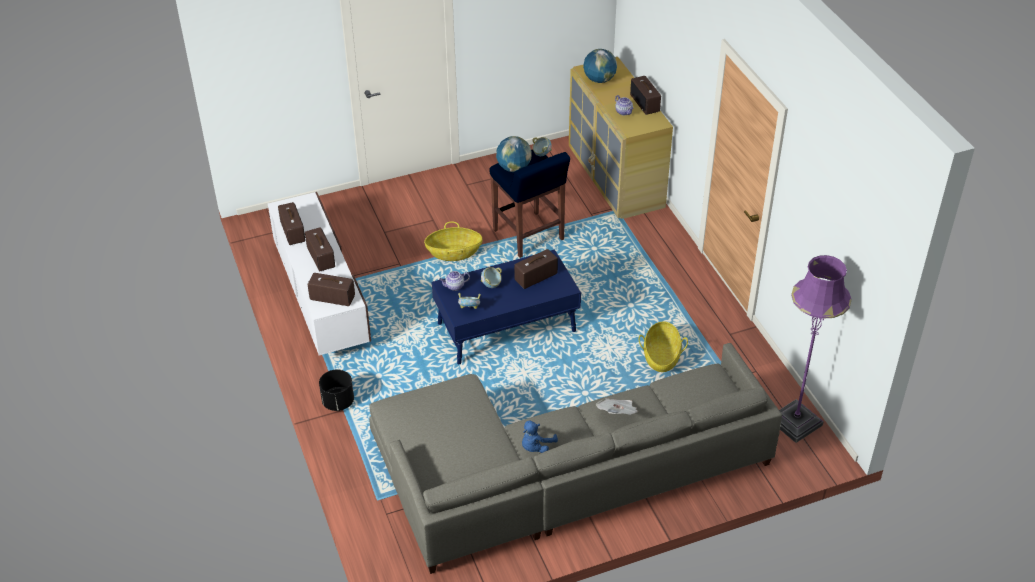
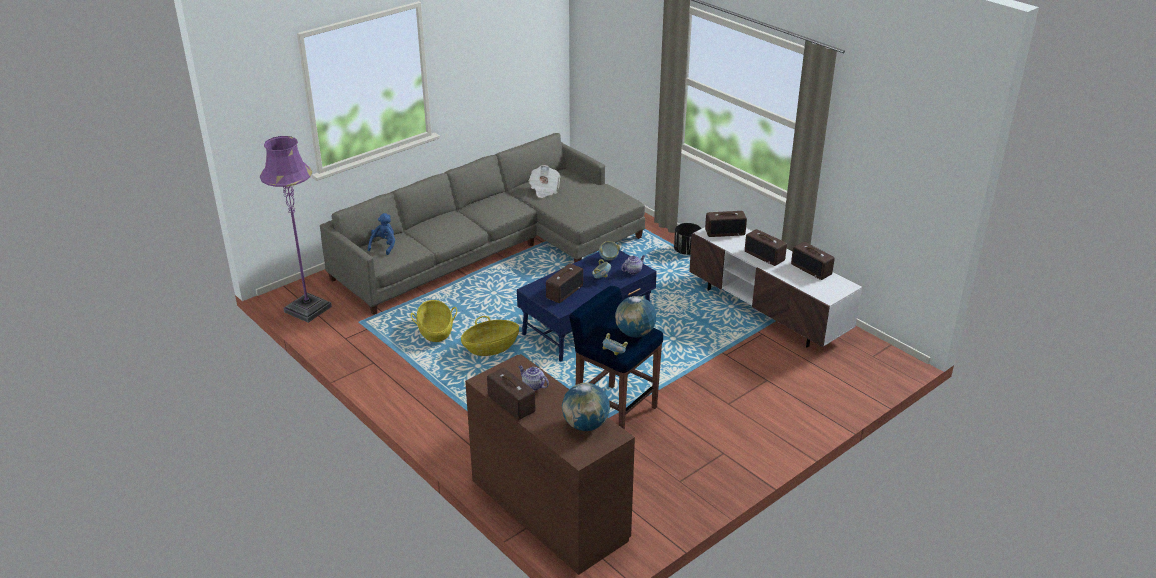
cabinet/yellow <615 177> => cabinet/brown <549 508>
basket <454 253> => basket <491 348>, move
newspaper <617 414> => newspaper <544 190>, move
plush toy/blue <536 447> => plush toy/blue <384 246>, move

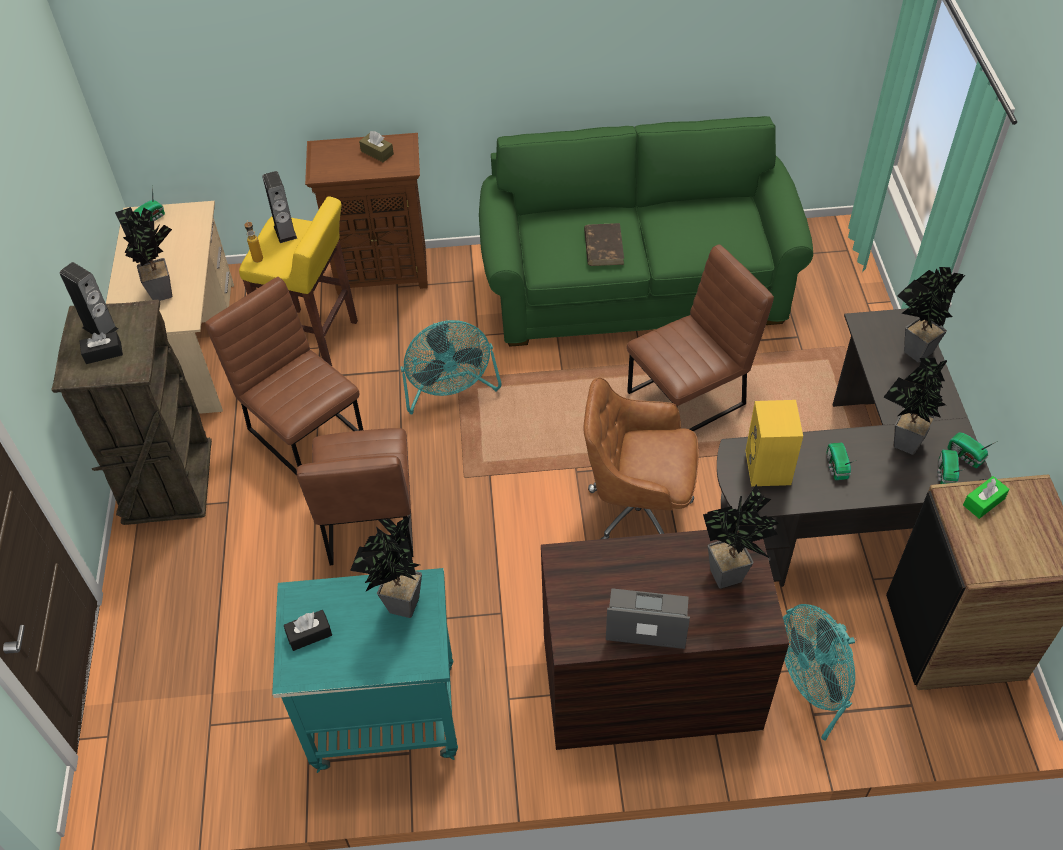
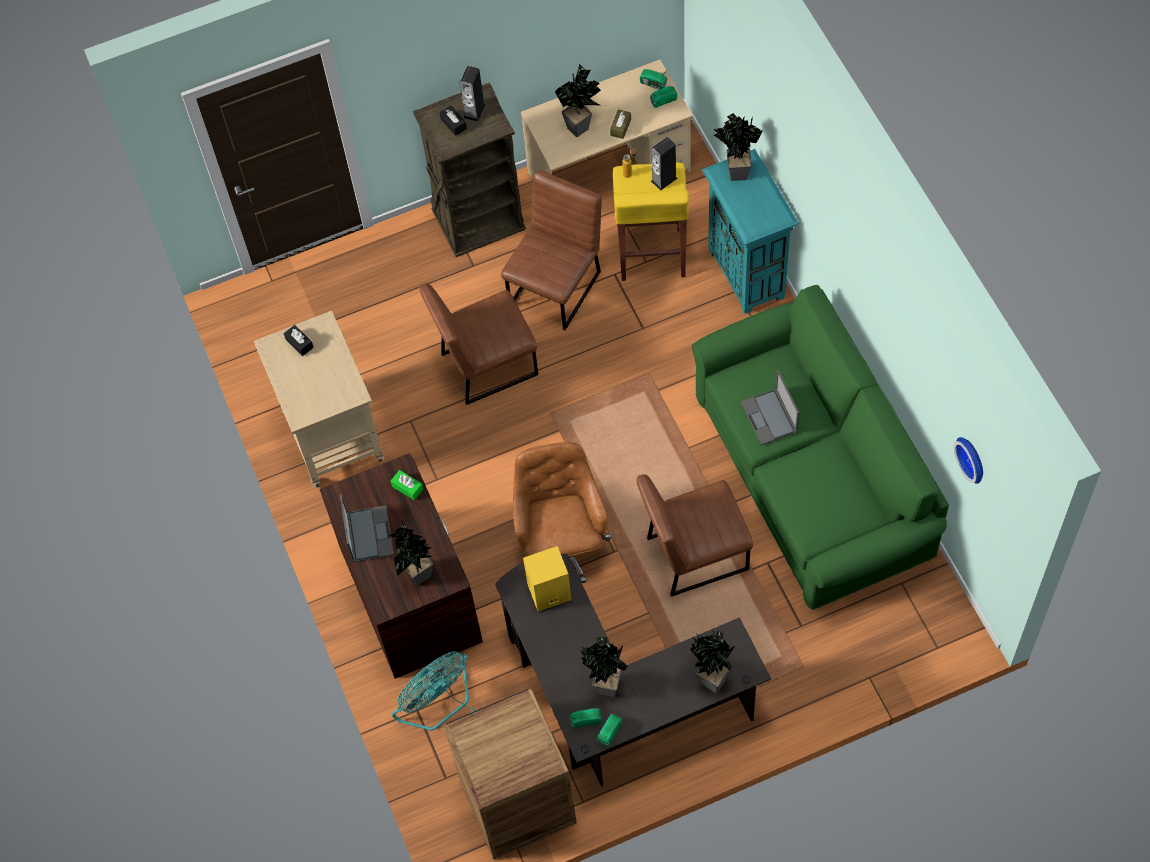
tissue box/brown <377 153> => tissue box/brown <620 127>, move
cabinet/brown <383 274> => cabinet/turquoise <747 275>
book/brown <603 247> => laptop <769 417>
chair/brown <689 397> => chair/brown <694 554>, 120 degrees clockwise
fan/turquoise <445 389> => nothing
radio <836 467> => radio <662 100>, move
tissue box/green <983 502> => tissue box/green <407 487>, move
potted plant <399 608> => potted plant <734 172>, move
cart/turquoise <383 717> => cart/beige <332 434>
nothing => wall clock <973 458>

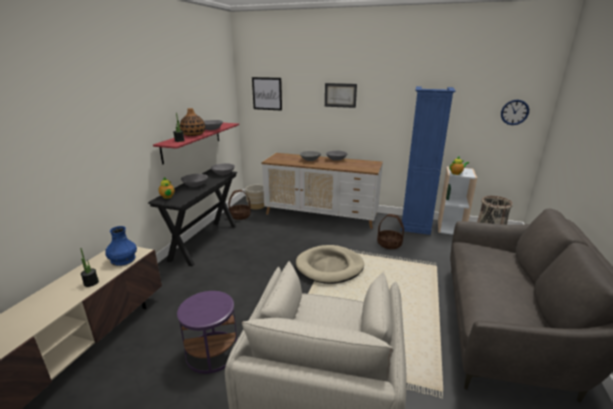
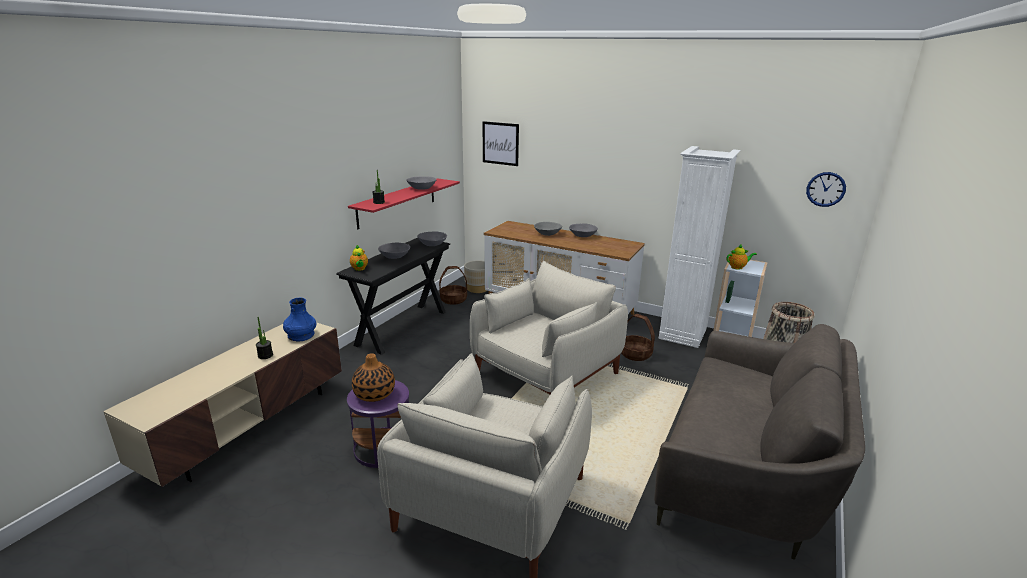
picture <340 95> => nothing
cabinet/blue <416 225> => cabinet/white <683 334>
vase <193 134> => vase <374 394>, move
dog bed/beige <329 267> => armchair/beige <546 373>

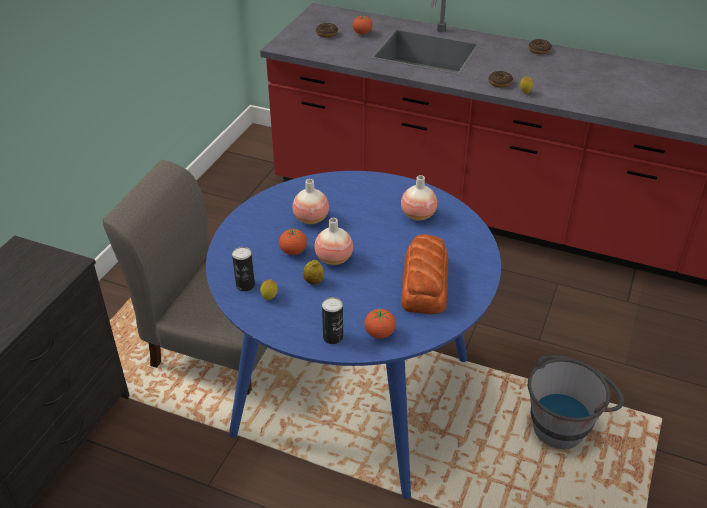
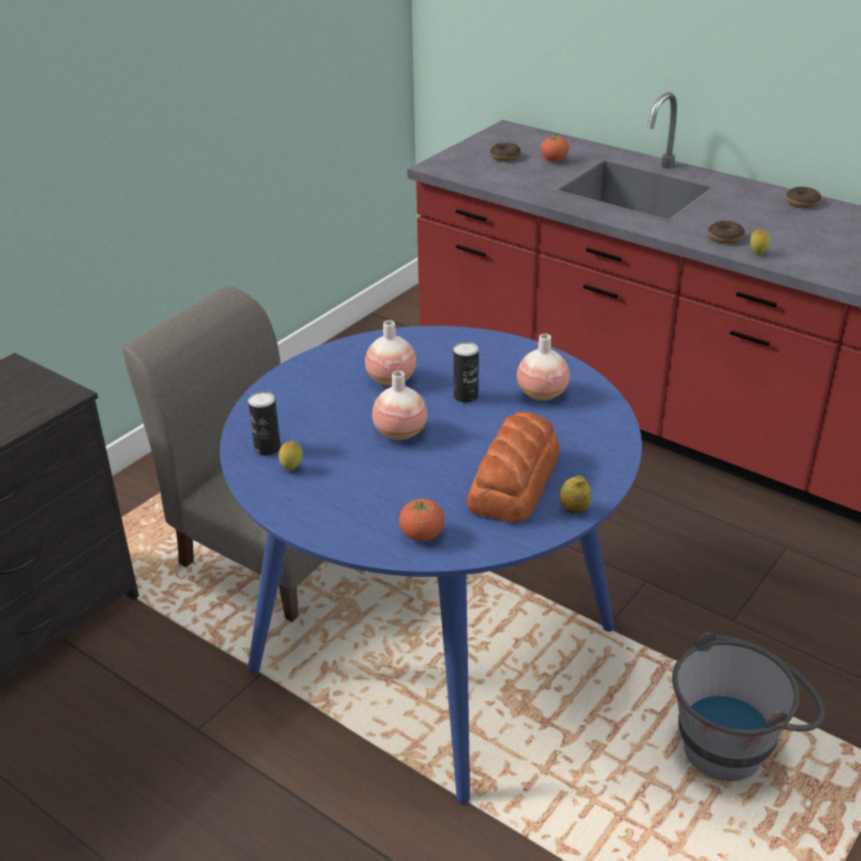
tomato <293 251> => nothing
lemon <313 281> => lemon <574 510>, move
can <333 337> => can <465 396>, move

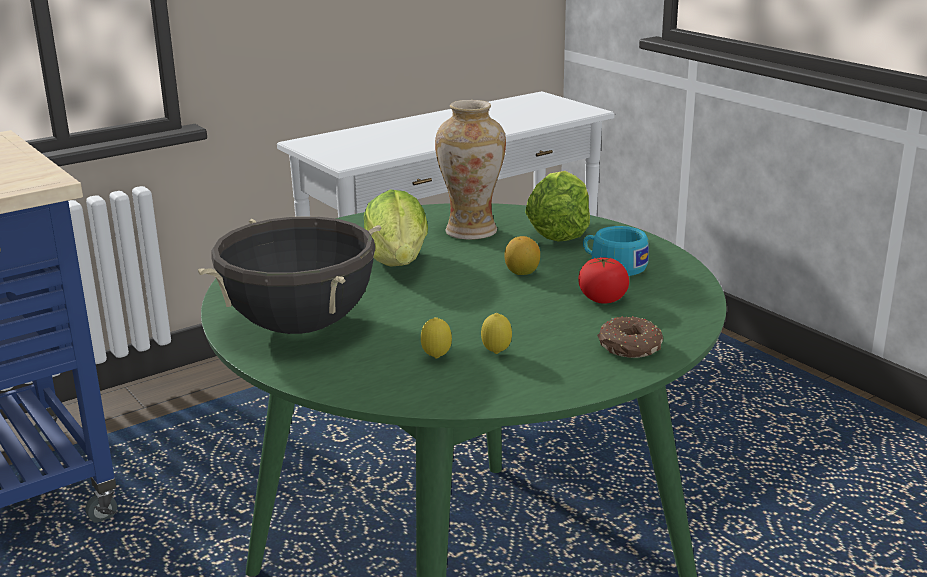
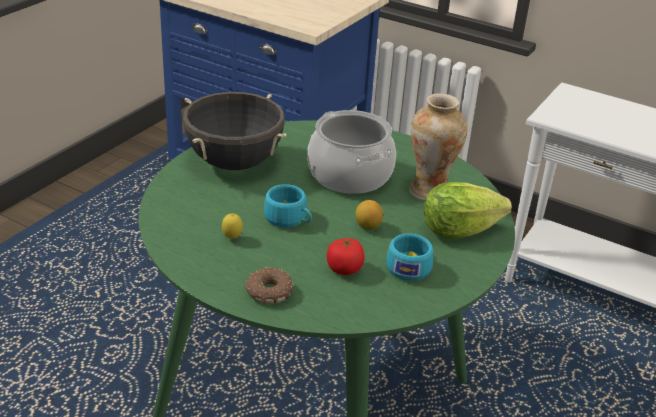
lettuce <398 262> => cooking pot <350 175>
lemon <436 358> => nothing
nothing => cup/turquoise <289 219>

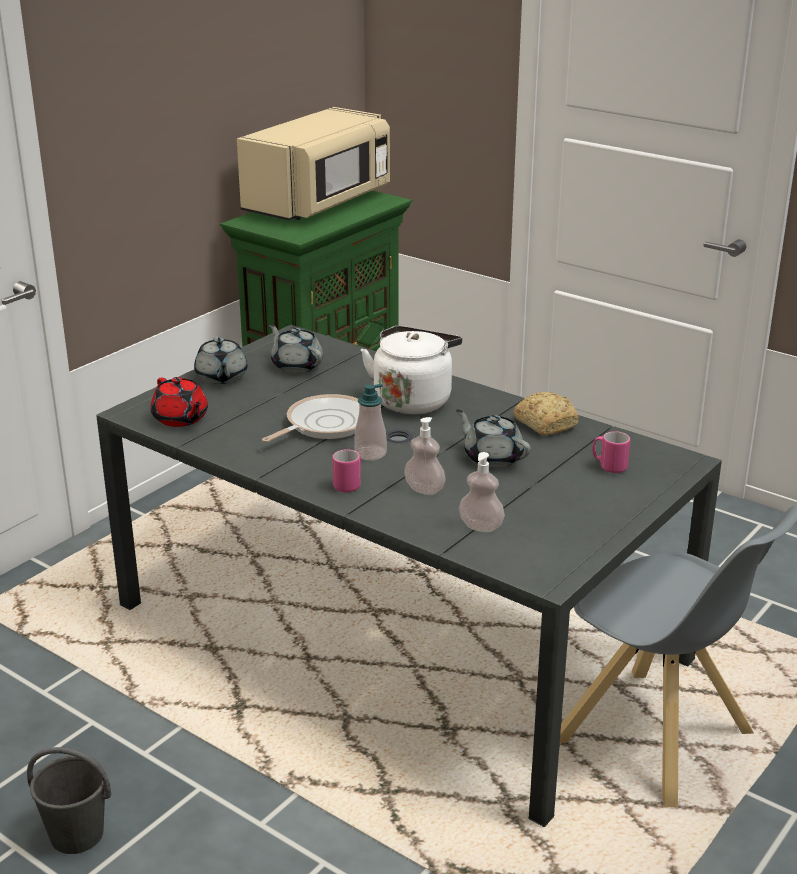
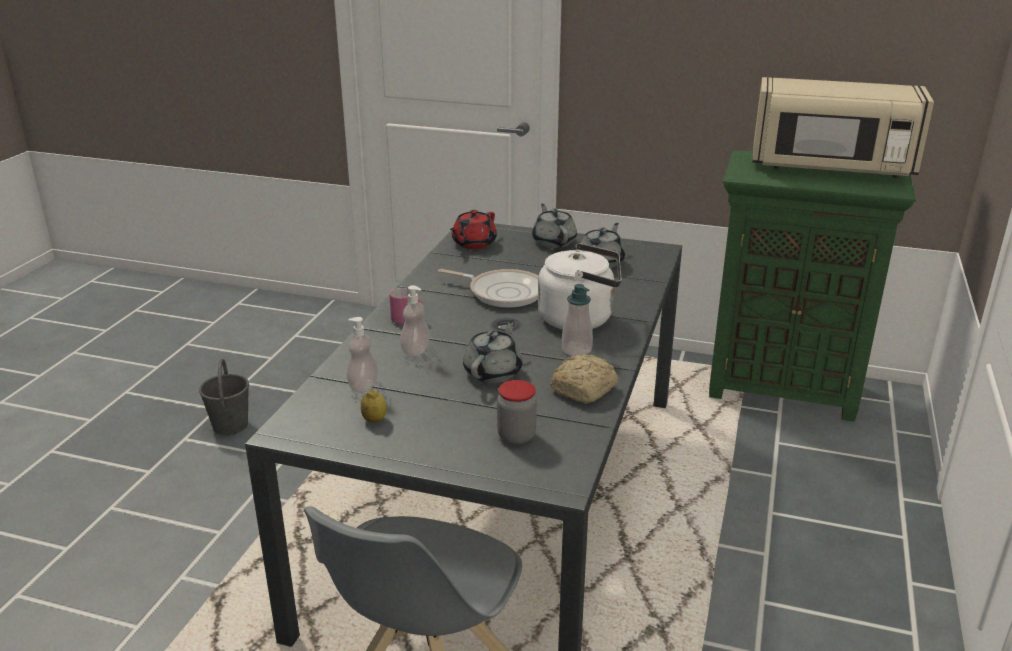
teapot/grey <221 377> => teapot/grey <554 241>, 105 degrees clockwise
soap dispenser <370 454> => soap dispenser <576 350>, move
mug/pink <608 466> => jar <516 436>
nothing => lemon <374 420>

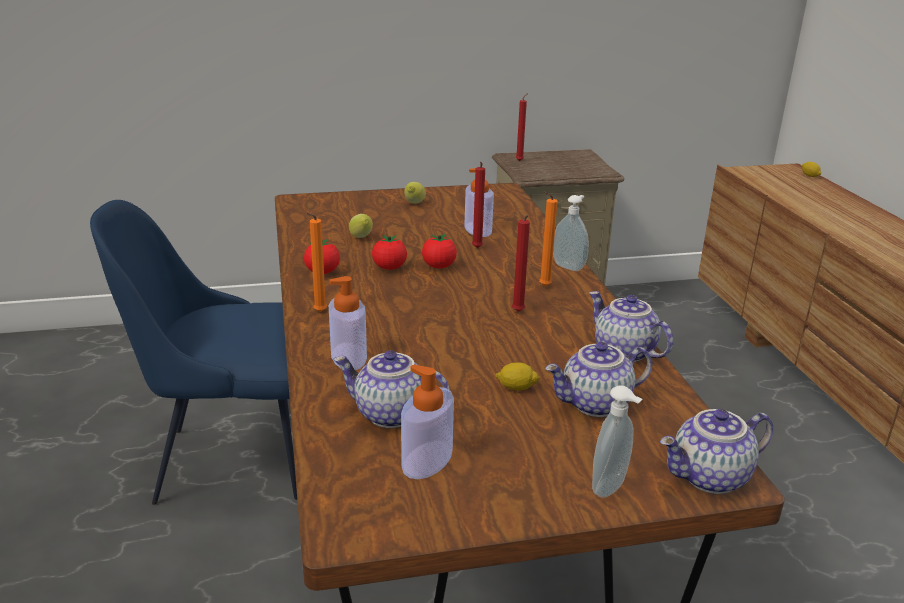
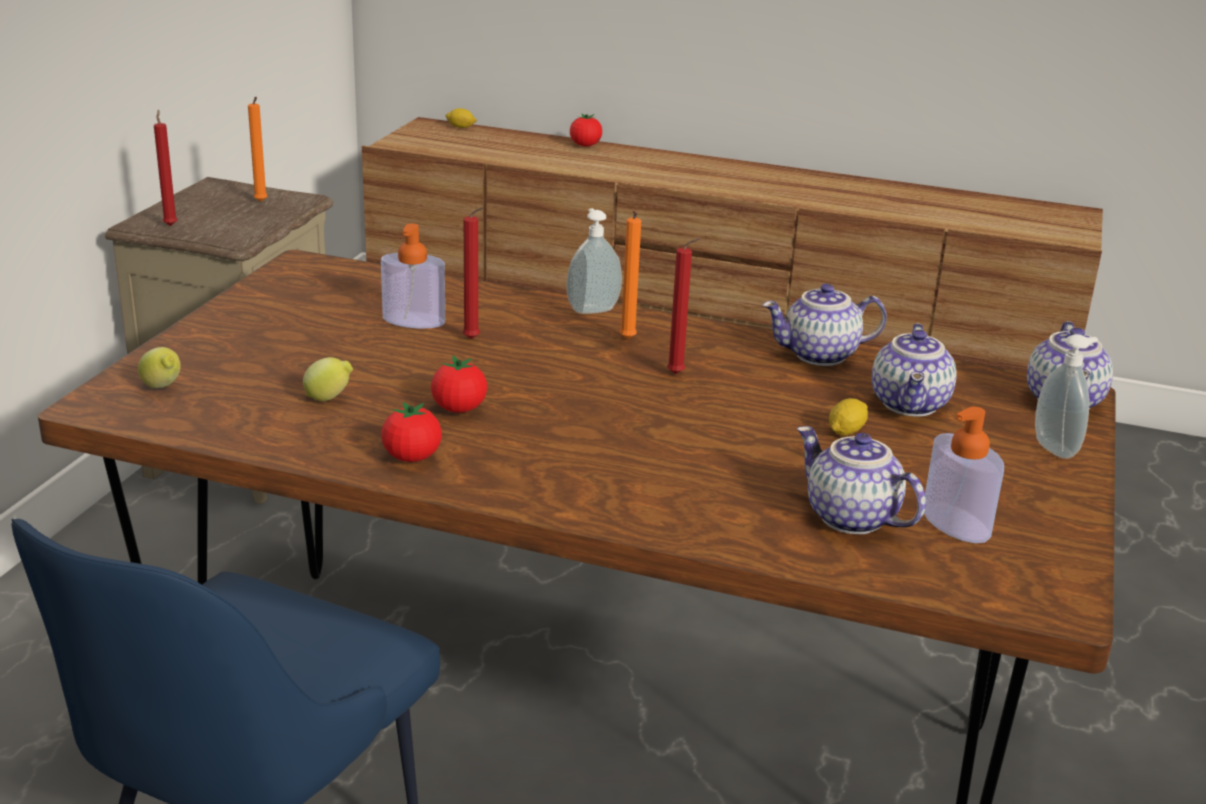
lemon <414 204> => lemon <163 388>, move
candle/orange <318 312> => candle/orange <261 202>, move
tomato <439 266> => tomato <585 145>, move
soap dispenser <348 357> => nothing
teapot <390 415> => teapot <849 518>, 90 degrees clockwise

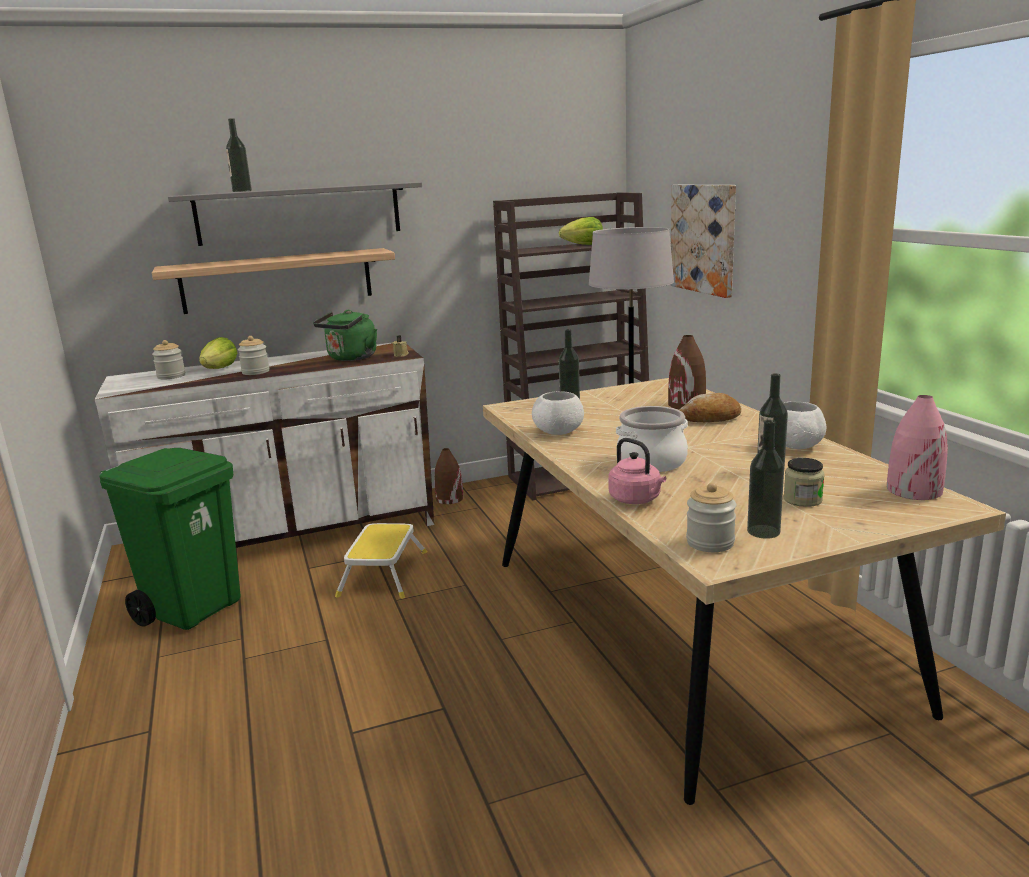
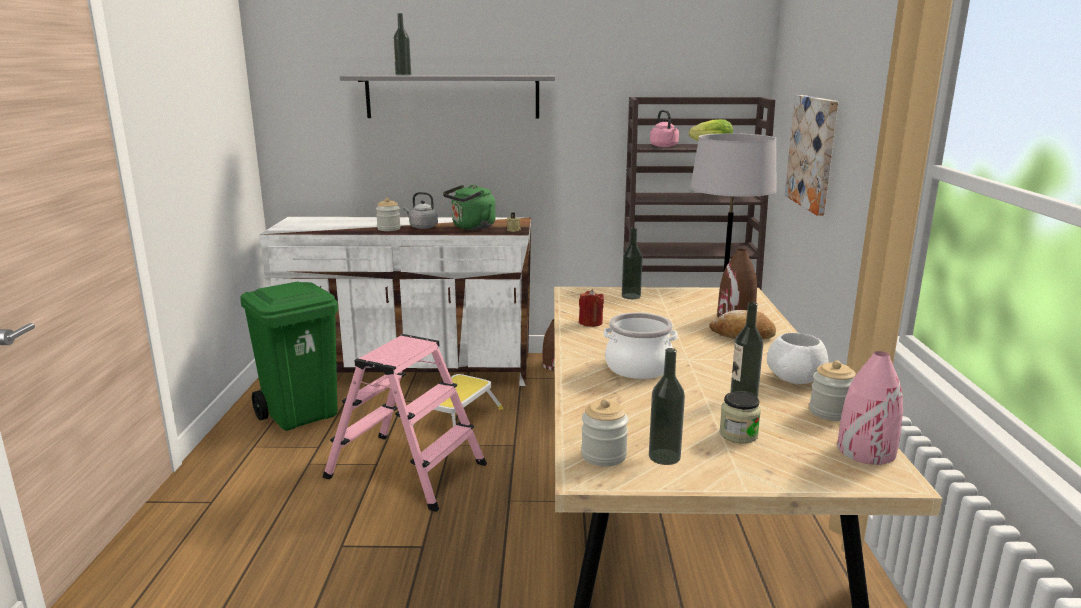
shelf <277 280> => nothing
lettuce <220 369> => nothing
jar <171 376> => jar <830 412>, move
bowl/white <559 431> => candle/red <590 323>
kettle/pink <637 500> => kettle/pink <664 146>, move
nothing => kettle/grey <422 227>
nothing => step ladder/pink <406 470>

